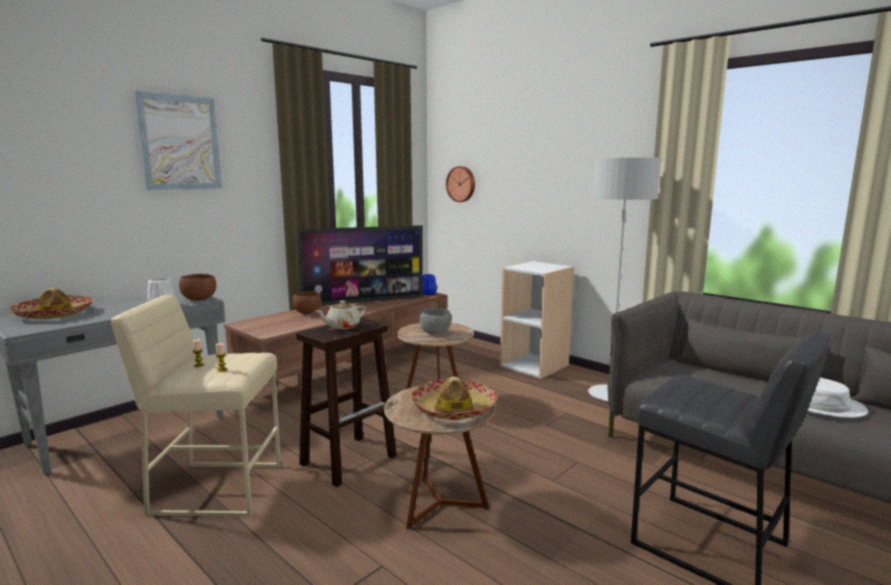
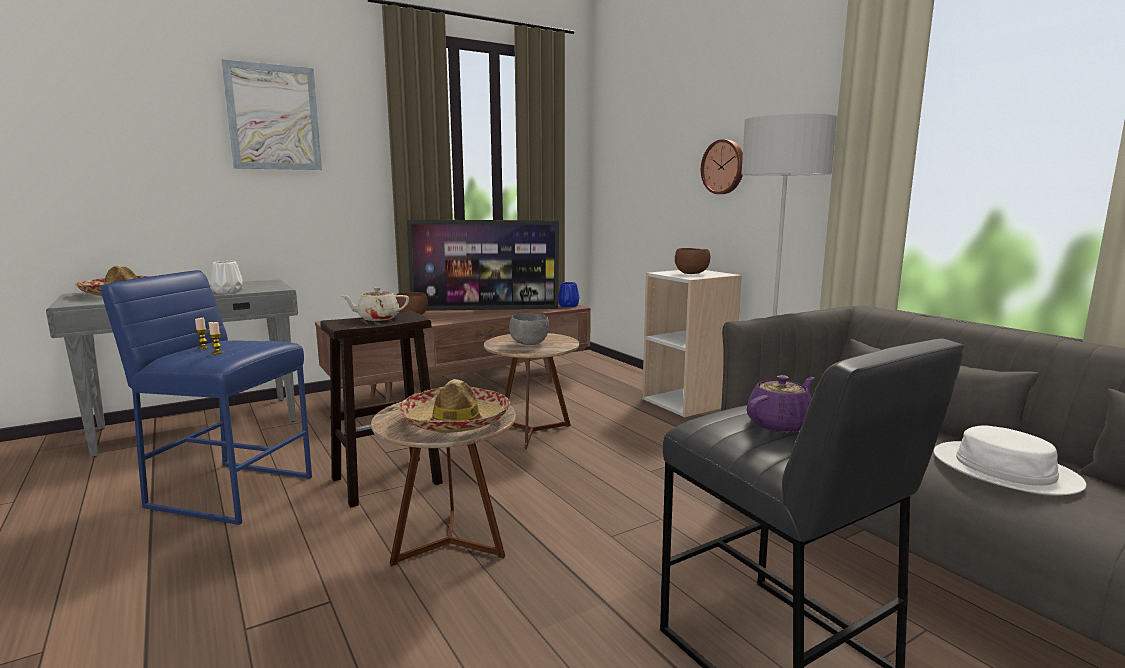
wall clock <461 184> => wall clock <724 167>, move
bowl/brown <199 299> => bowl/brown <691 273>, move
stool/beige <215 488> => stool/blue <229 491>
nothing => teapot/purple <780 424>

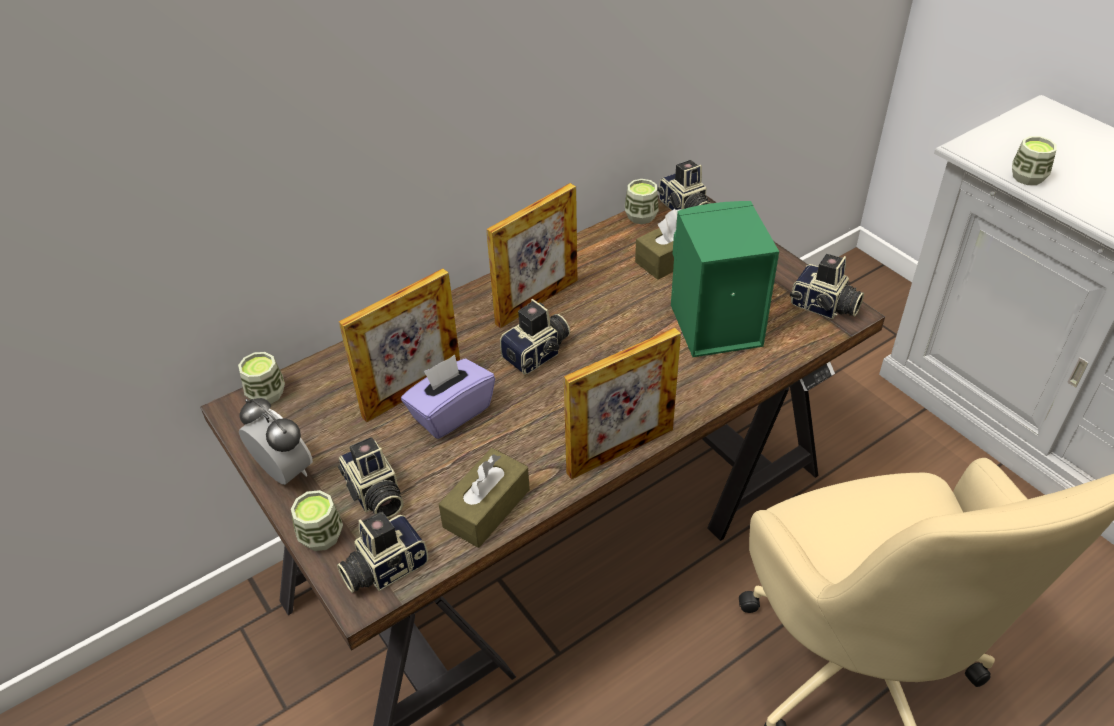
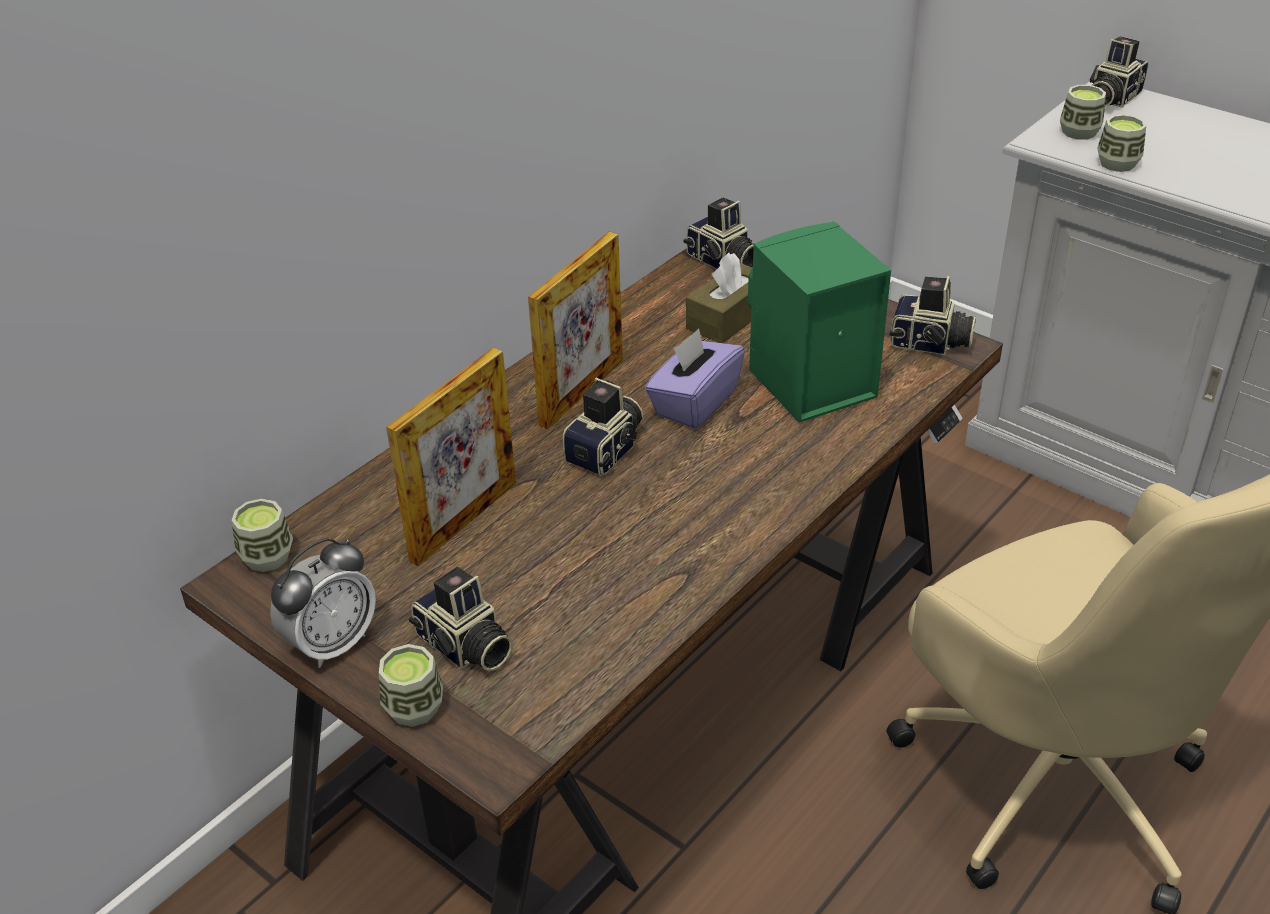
cup <641 216> => cup <1079 132>, move
picture frame <620 451> => nothing
tissue box/purple <451 412> => tissue box/purple <694 403>, move
alarm clock <284 472> => alarm clock <332 644>, 105 degrees clockwise
tissue box/brown <486 508> => nothing
photo camera <383 567> => photo camera <1110 98>, move

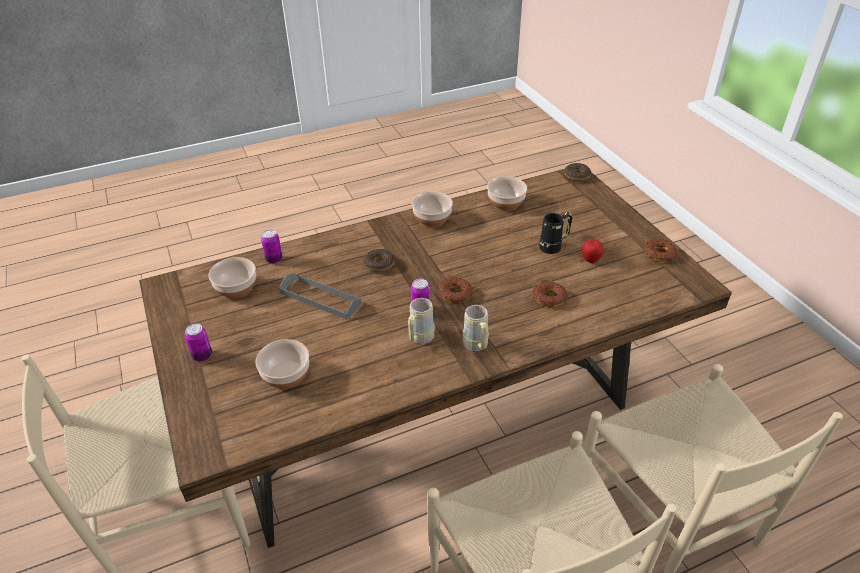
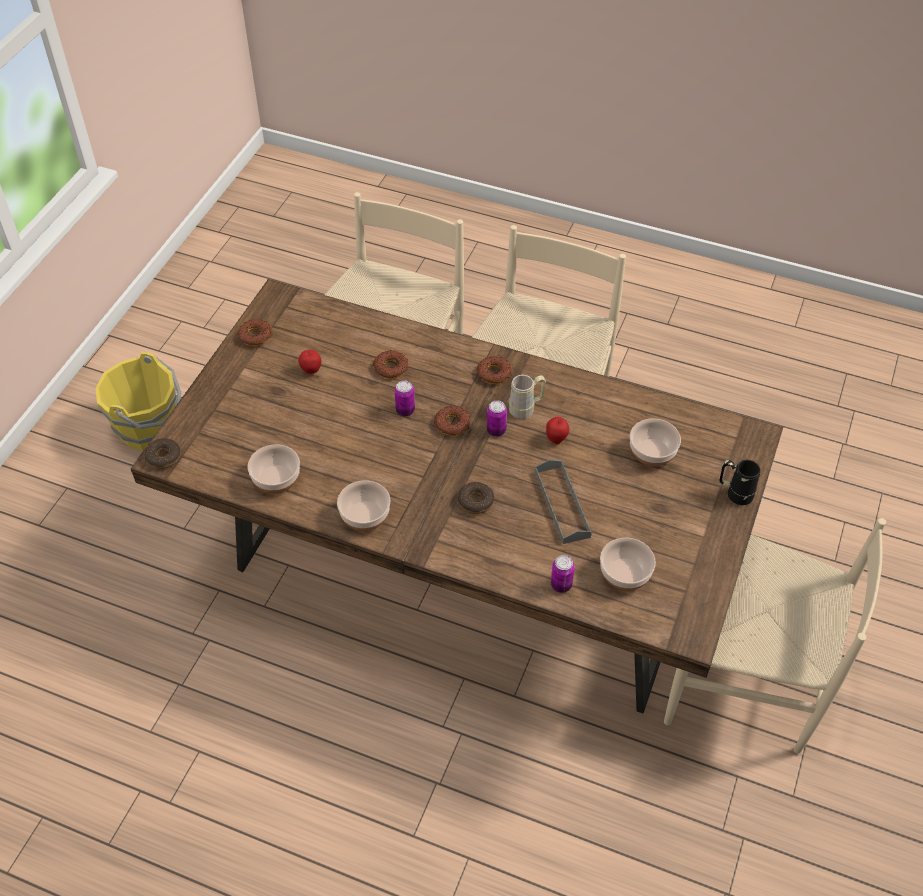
mug/black <554 246> => mug/black <734 493>, move
mug/beige <477 346> => donut <494 373>
can <202 356> => can <405 410>, move
nothing => bucket/yellow <150 429>
nothing => apple <556 439>

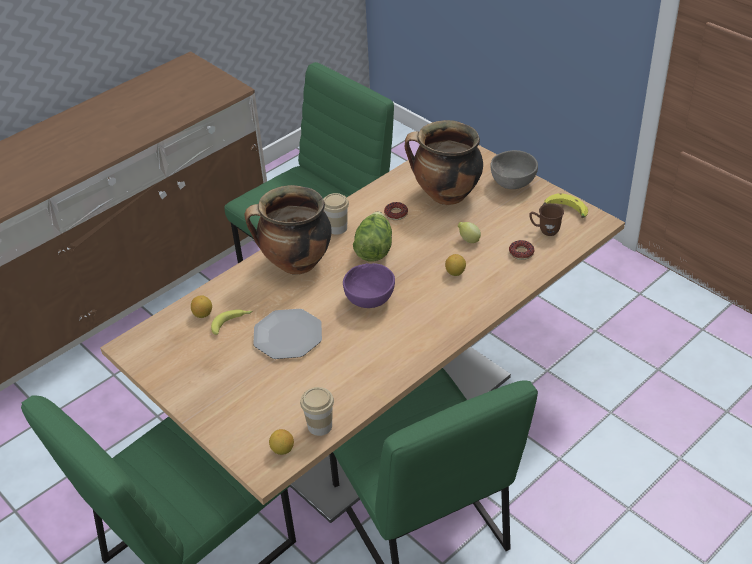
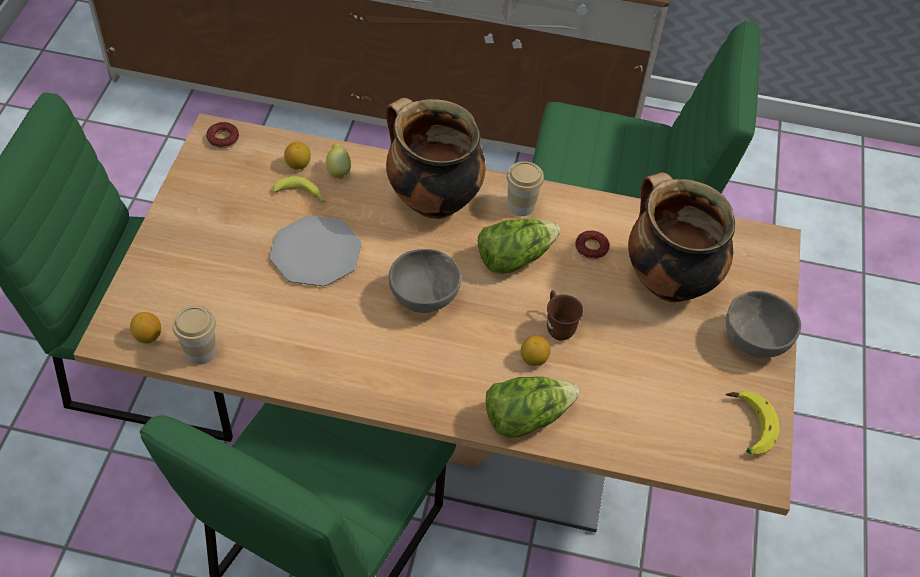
mug/brown <545 230> => mug/brown <557 326>, move
lemon <468 240> => lemon <338 171>, move
donut <521 253> => donut <223 138>, move
bowl/purple <370 300> => bowl/grey <425 298>
nothing => lettuce <525 416>

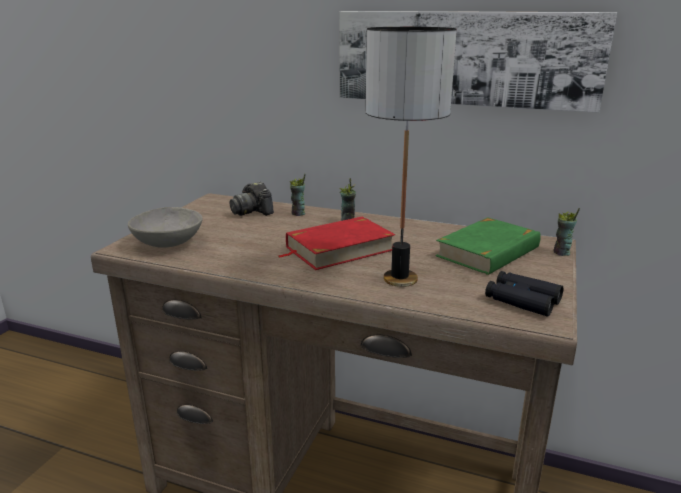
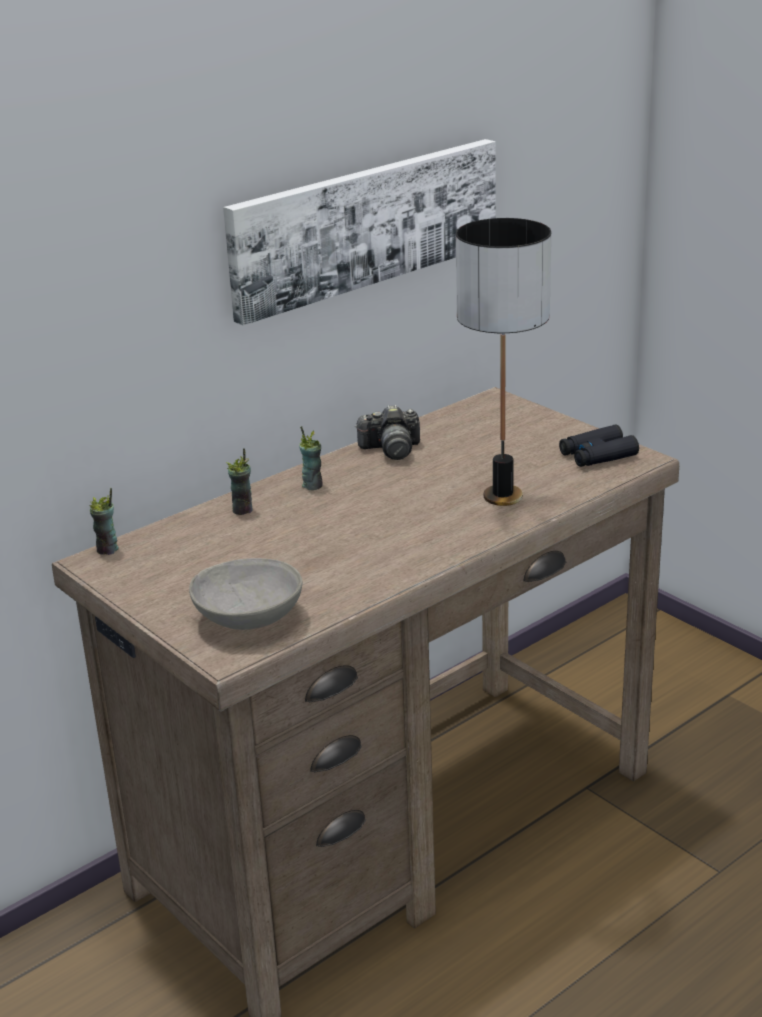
photo camera <252 211> => photo camera <391 450>, move
cup <561 253> => cup <108 550>, move
book/red <339 248> => nothing
book/green <488 252> => nothing

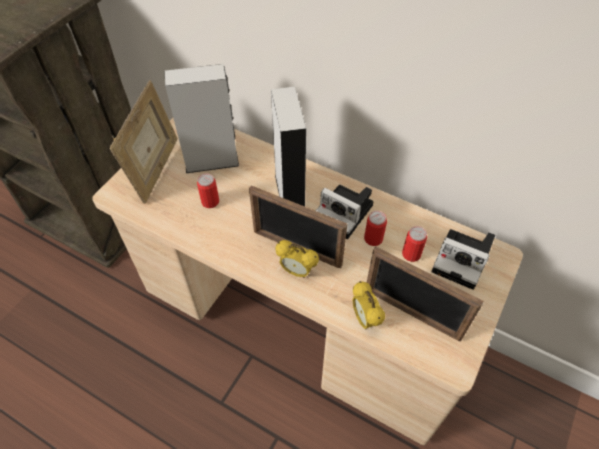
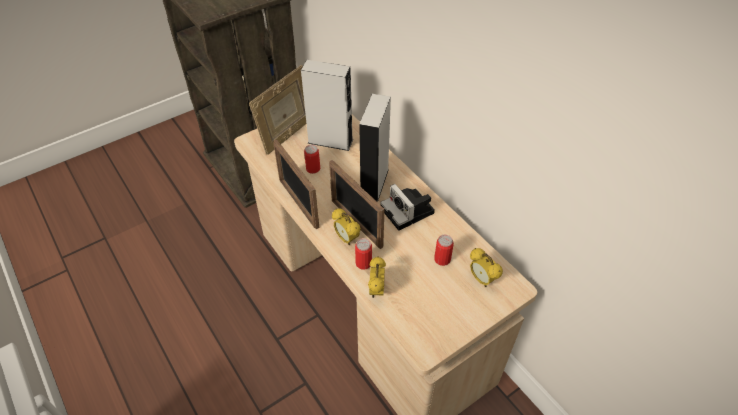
can <373 238> => can <363 263>, move
photo camera <463 260> => alarm clock <482 279>
picture frame <412 313> => picture frame <298 203>, move

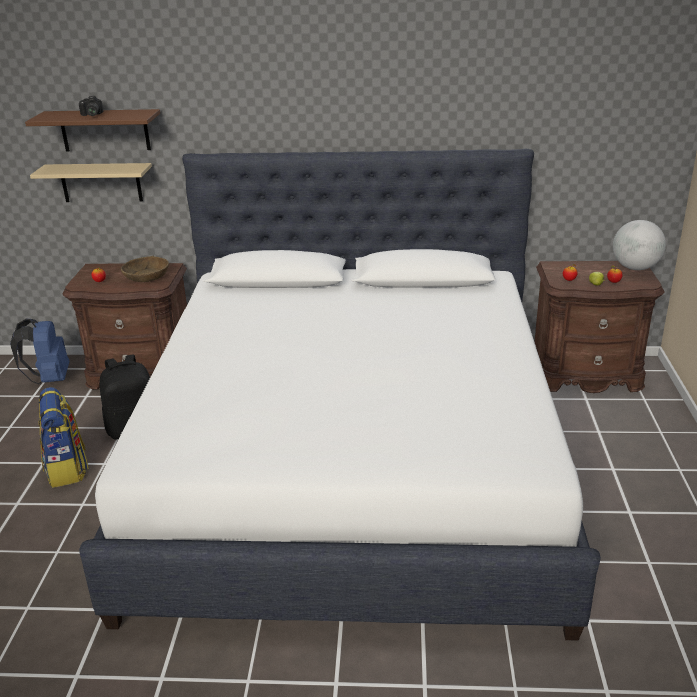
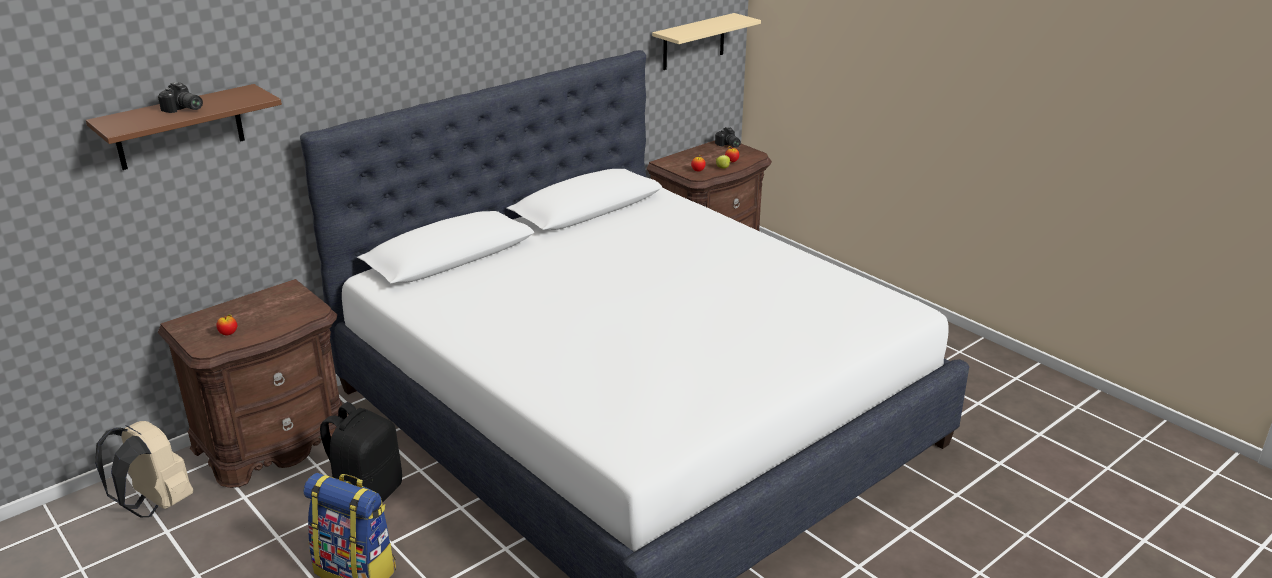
shelf/beige <101 182> => shelf/beige <693 42>, move
globe <635 268> => photo camera <728 145>
bowl/brown <146 276> => nothing
backpack/blue <50 379> => backpack/beige <156 504>

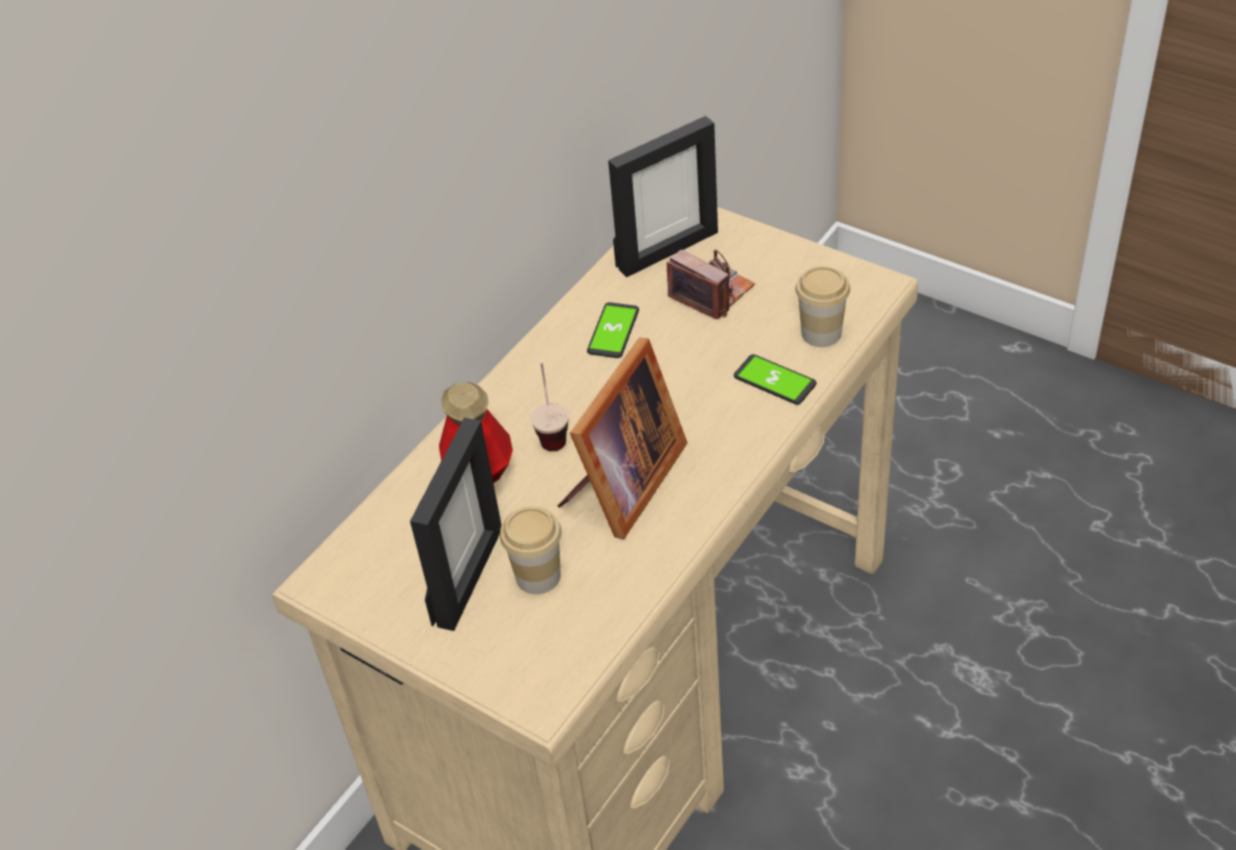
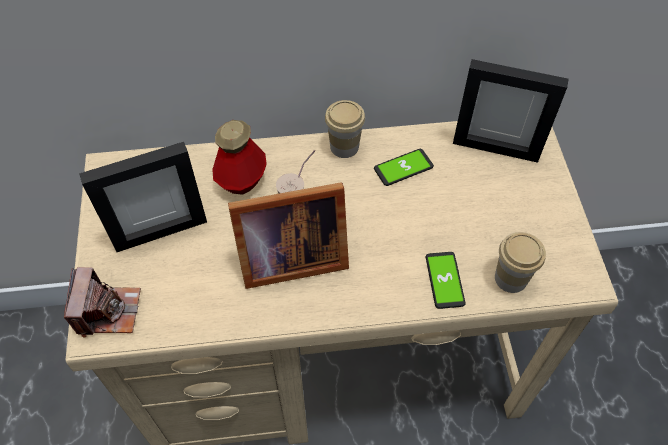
photo camera <711 293> => photo camera <108 311>, move
cup <538 576> => cup <344 146>, move

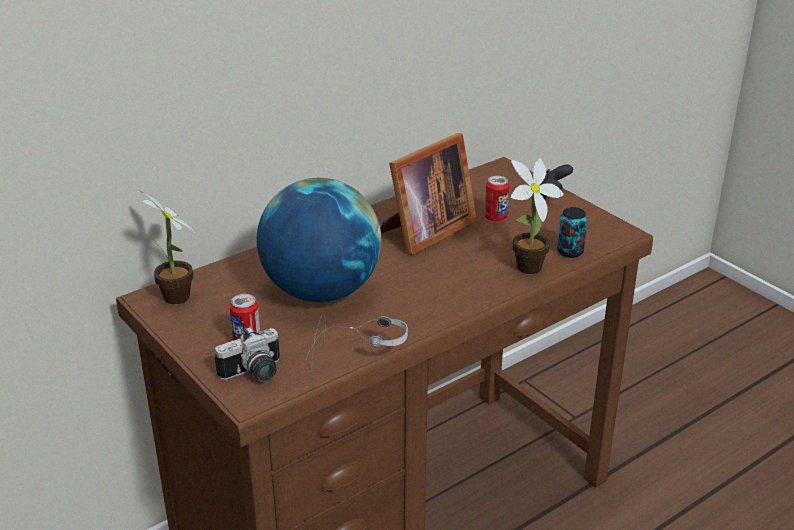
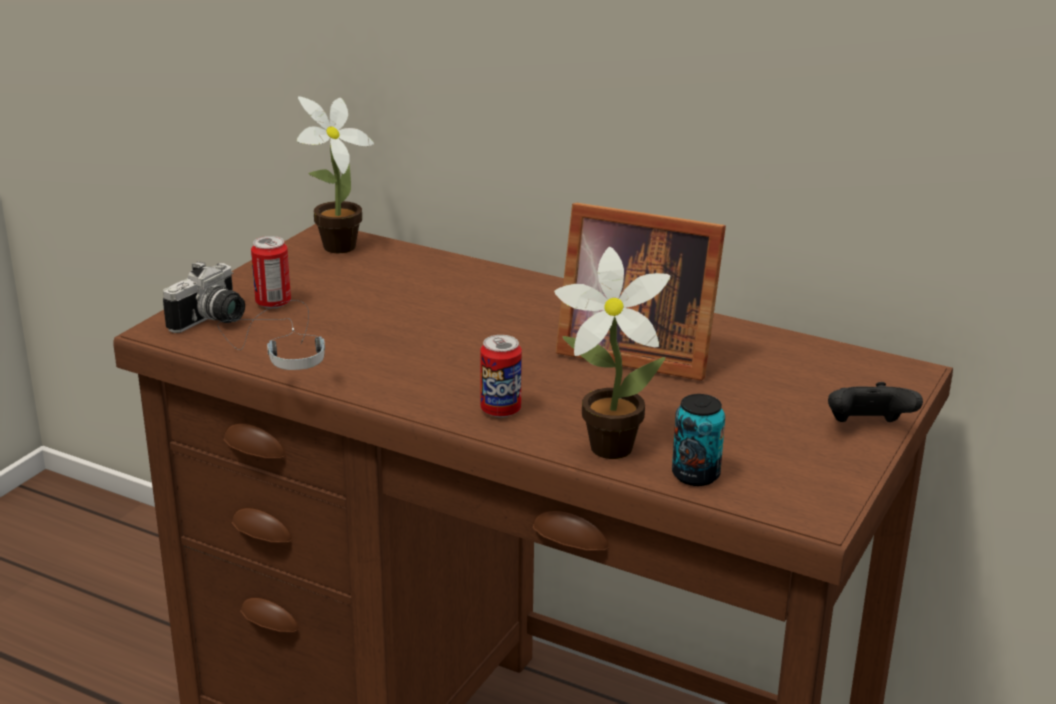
can <495 218> => can <500 410>, move
globe <321 291> => nothing
photo camera <254 374> => photo camera <213 321>, 90 degrees counterclockwise

